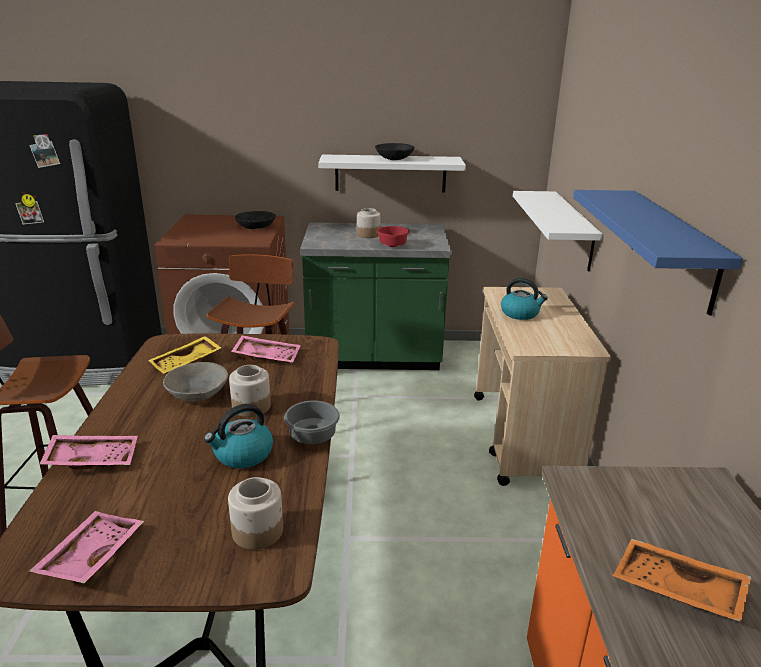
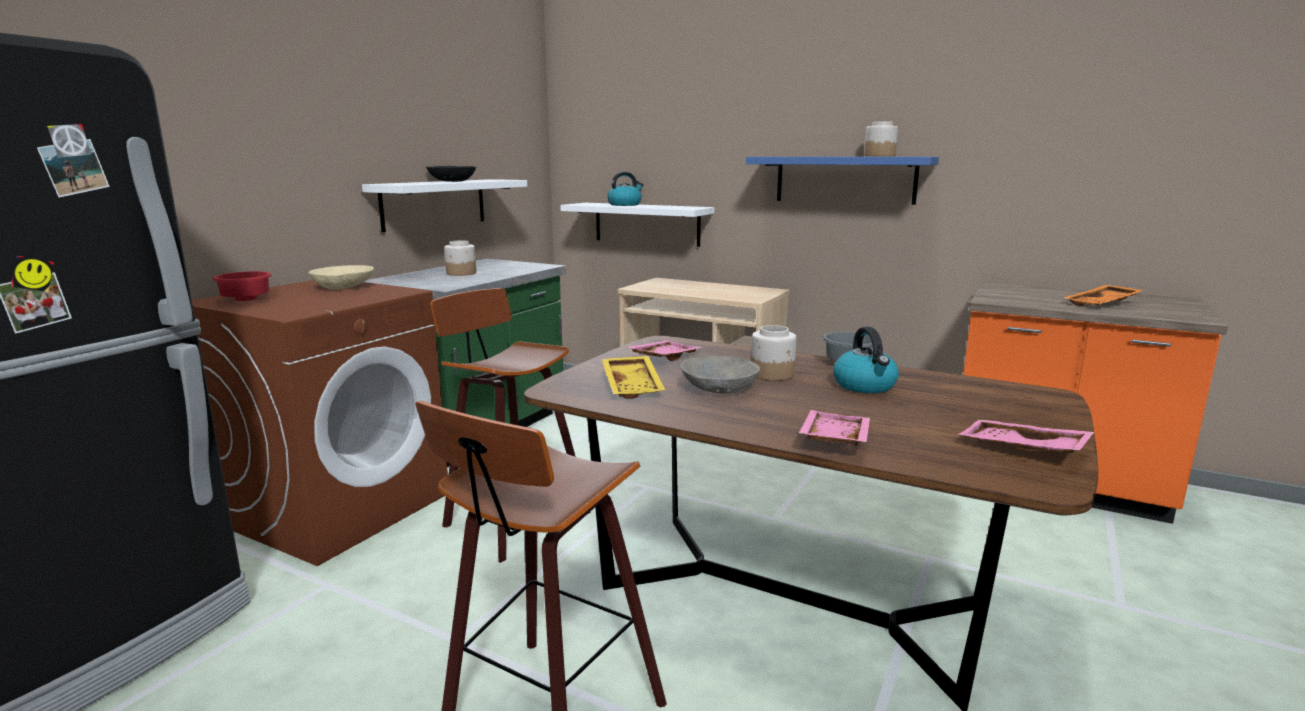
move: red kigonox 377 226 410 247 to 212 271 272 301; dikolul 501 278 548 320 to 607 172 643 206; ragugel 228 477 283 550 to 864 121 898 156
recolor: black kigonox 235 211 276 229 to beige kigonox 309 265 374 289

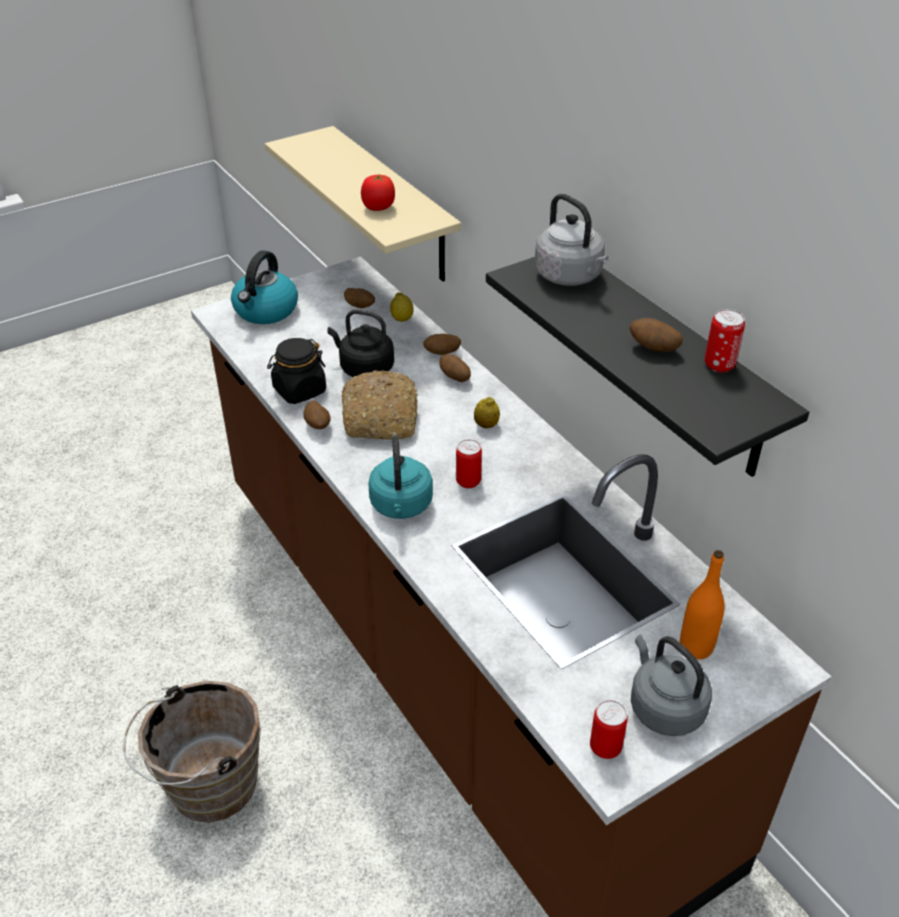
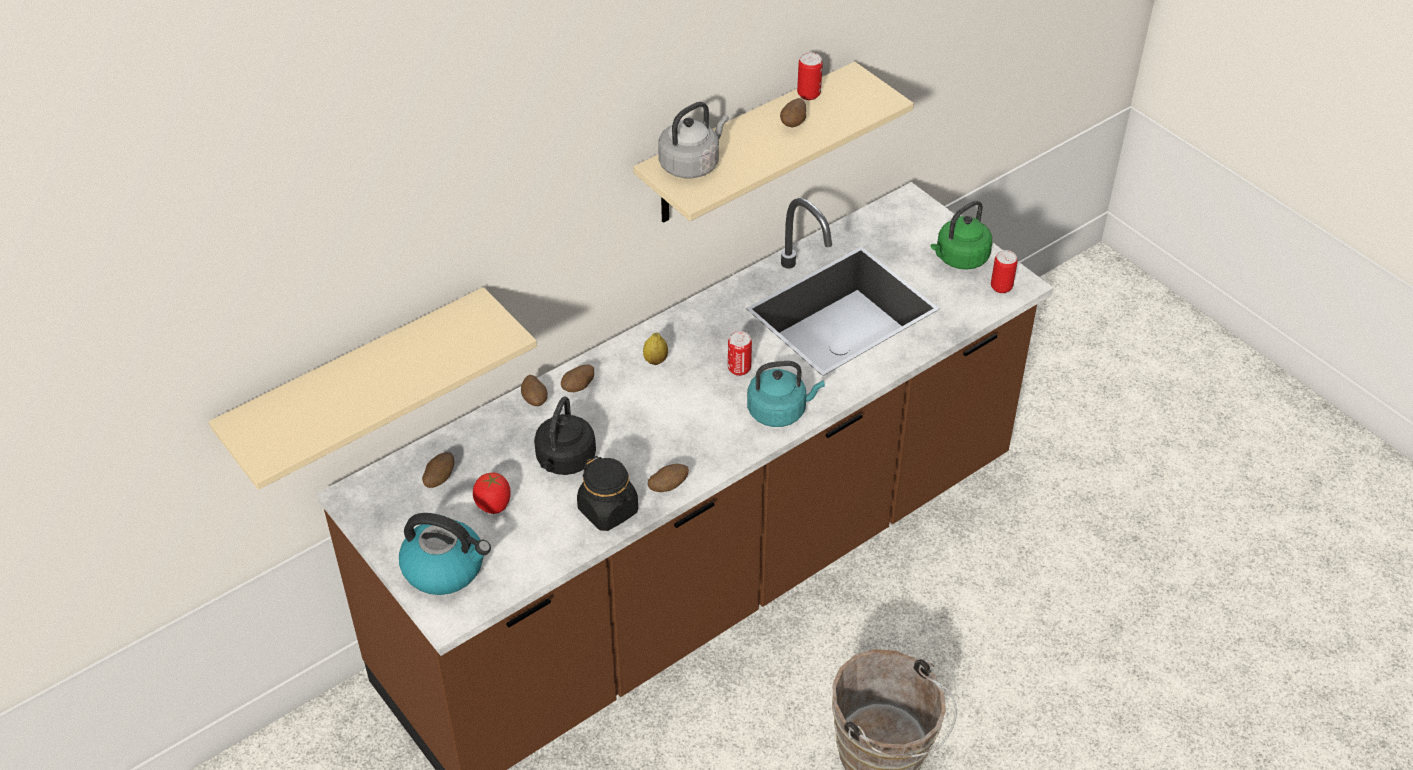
delete: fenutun 342 370 418 440; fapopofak 390 292 414 322; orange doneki 680 550 725 660
move: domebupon 361 175 395 211 to 473 473 511 514
recolor: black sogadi 486 257 809 477 to beige sogadi 633 62 914 223; grey dikolul 631 635 712 736 to green dikolul 931 200 992 270

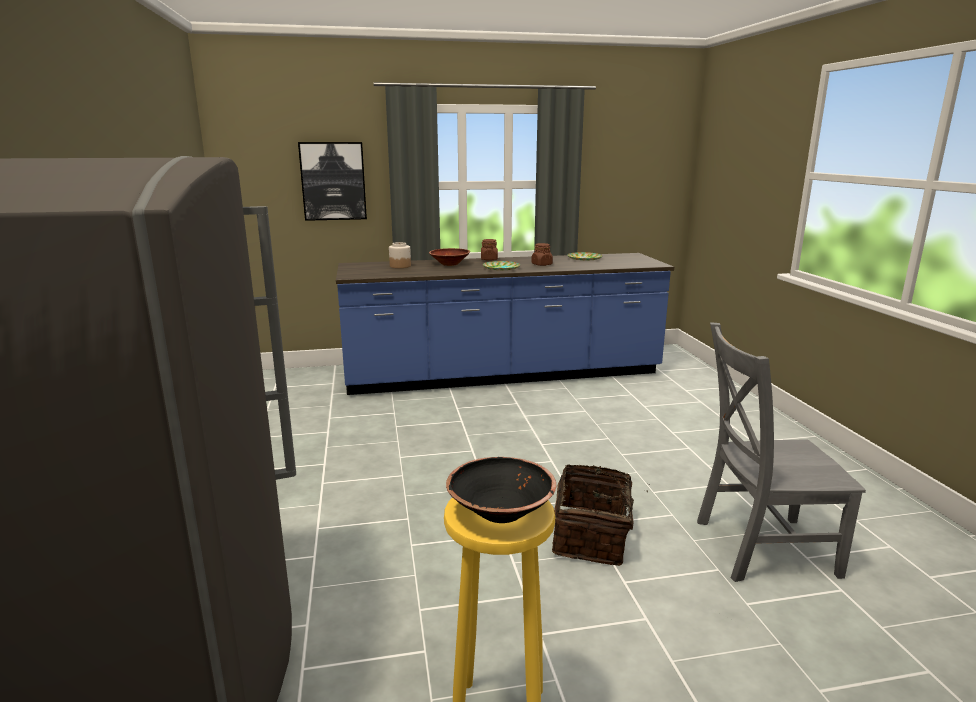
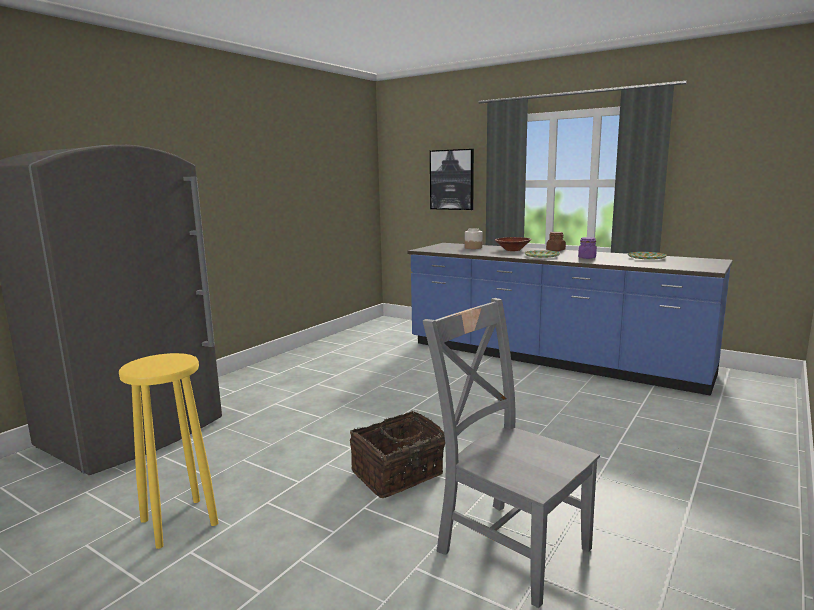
delete: black kigonox 446 457 556 523
recolor: brown ragugel 531 243 553 266 to purple ragugel 578 237 597 259

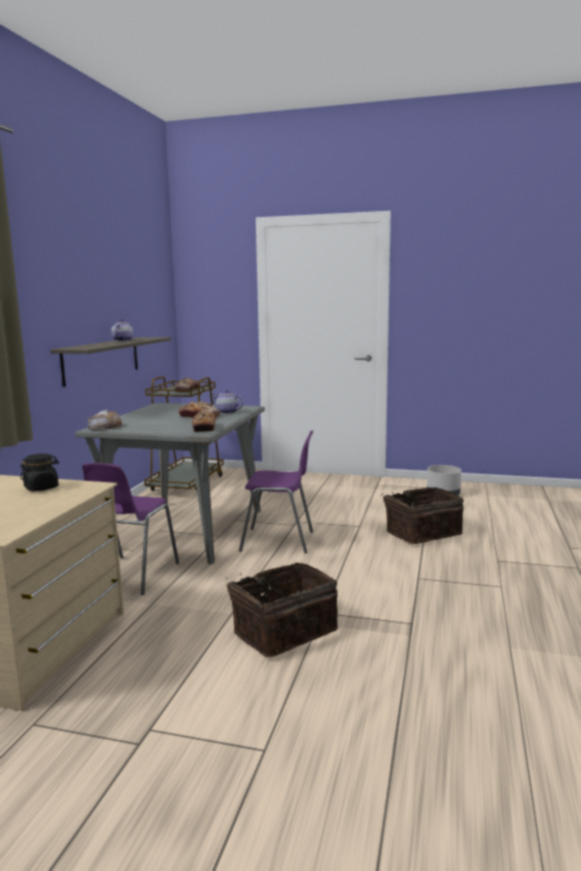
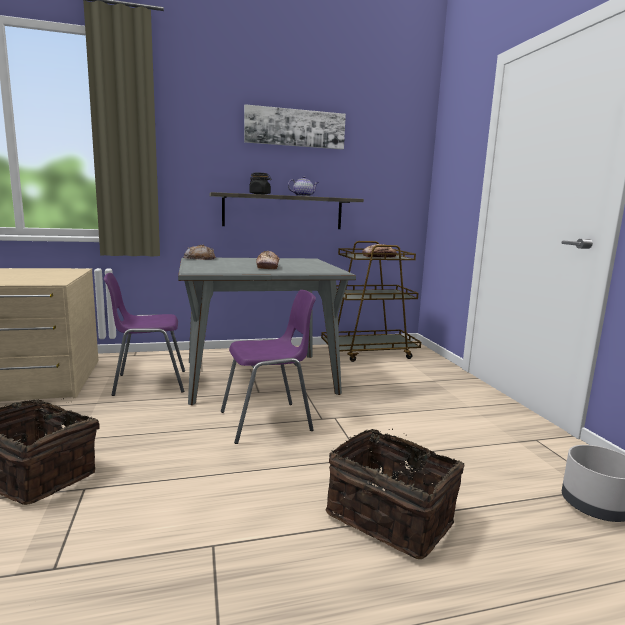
delete: fenutun 192 410 216 432; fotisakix 212 390 243 414
insert: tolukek 244 104 346 150
move: black ragugel 20 453 59 491 to 249 173 271 195
rotate: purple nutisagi 239 430 314 554 = 221 290 316 444 90 degrees counterclockwise

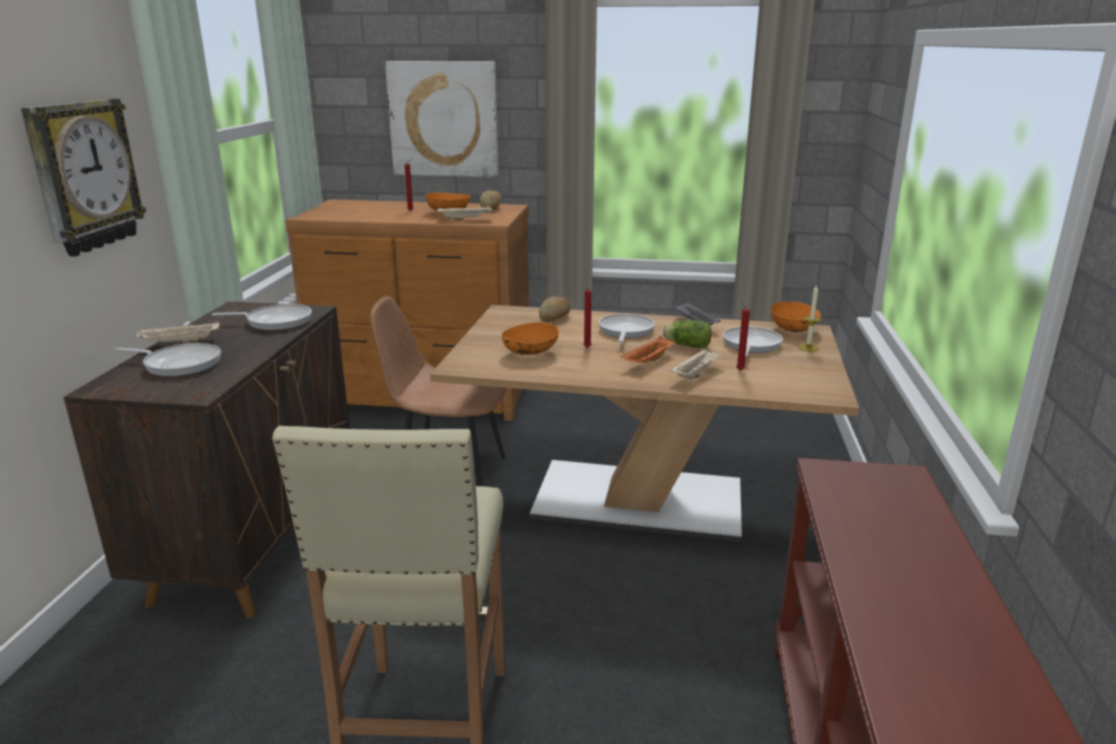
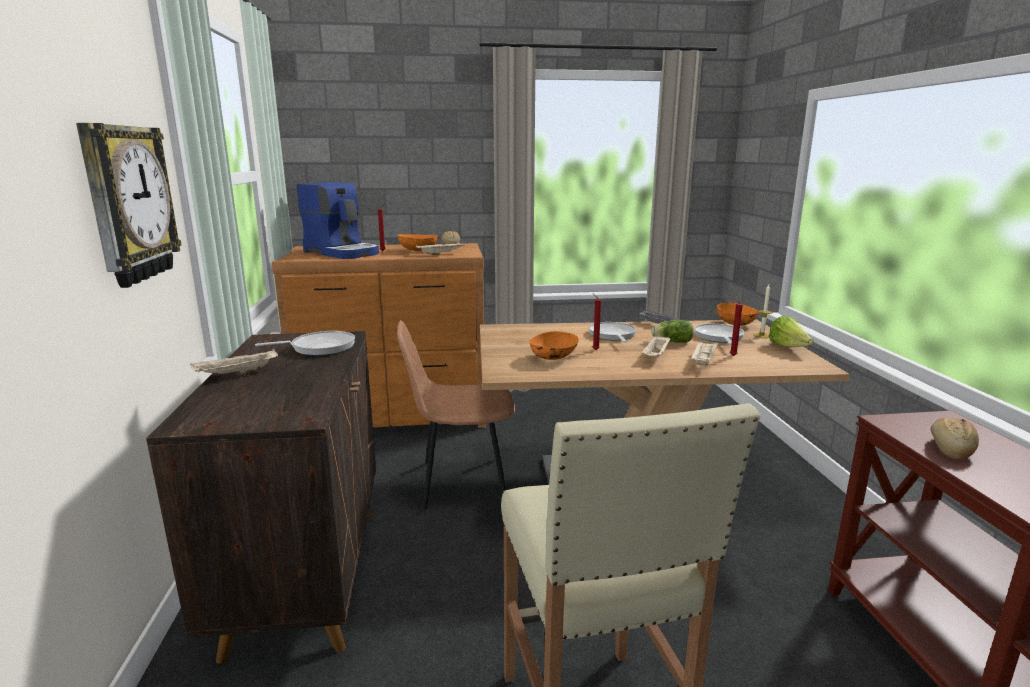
delete: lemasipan 115 343 221 377; tolukek 385 61 499 177
insert: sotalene 297 182 379 259; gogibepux 769 316 813 347
move: fenutun 539 297 571 322 to 931 418 979 459
recolor: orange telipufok 620 336 674 363 to beige telipufok 642 335 671 356

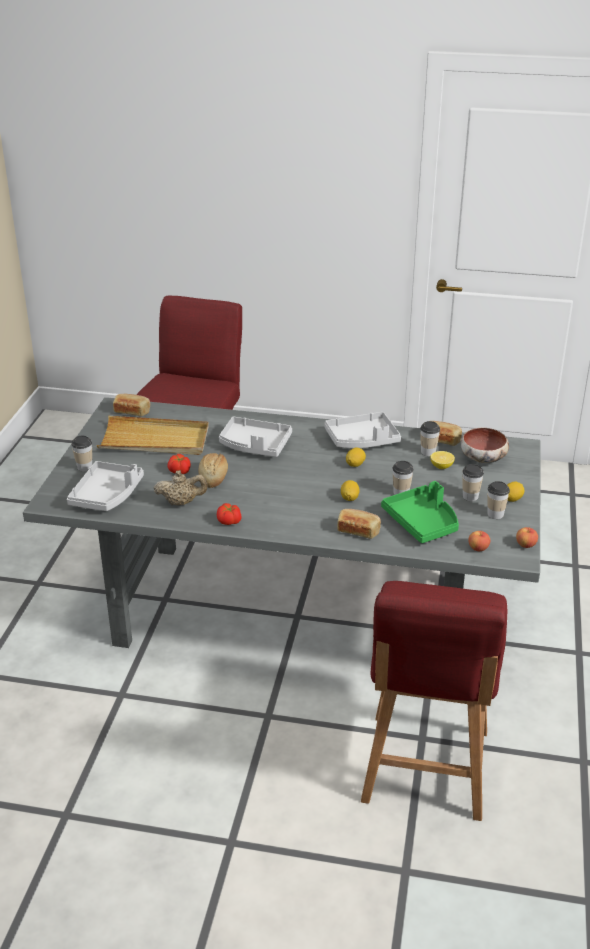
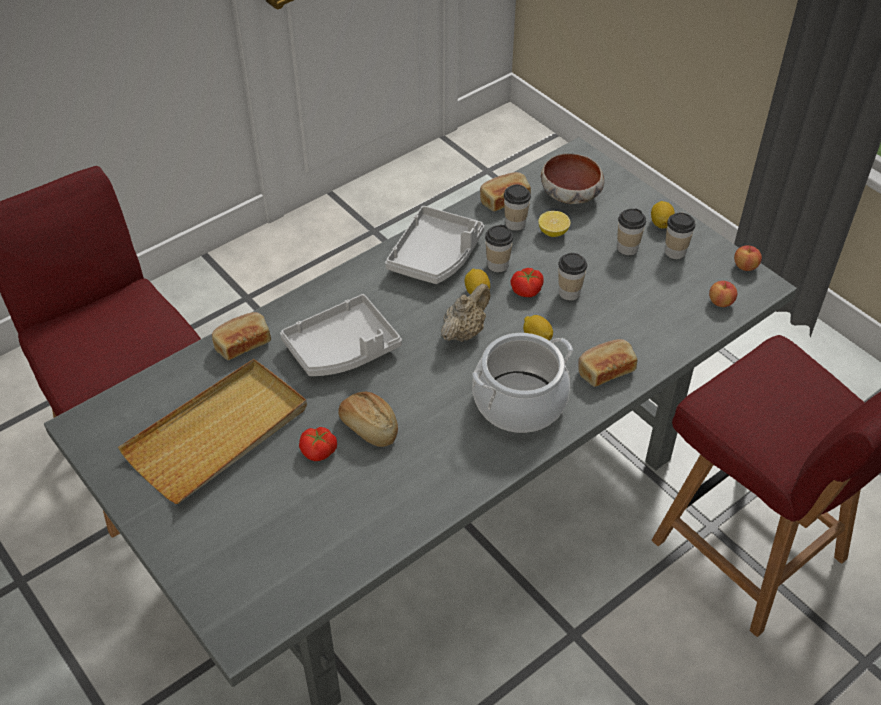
delete: grey telipufok 67 461 144 511; green telipufok 381 481 459 543
insert: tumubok 472 333 573 433
move: fenutun 113 394 150 416 to 212 312 271 360; beige fotisakix 153 470 208 506 to 441 283 490 342; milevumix 71 436 92 471 to 485 225 513 272; domebupon 217 503 241 525 to 510 268 544 297

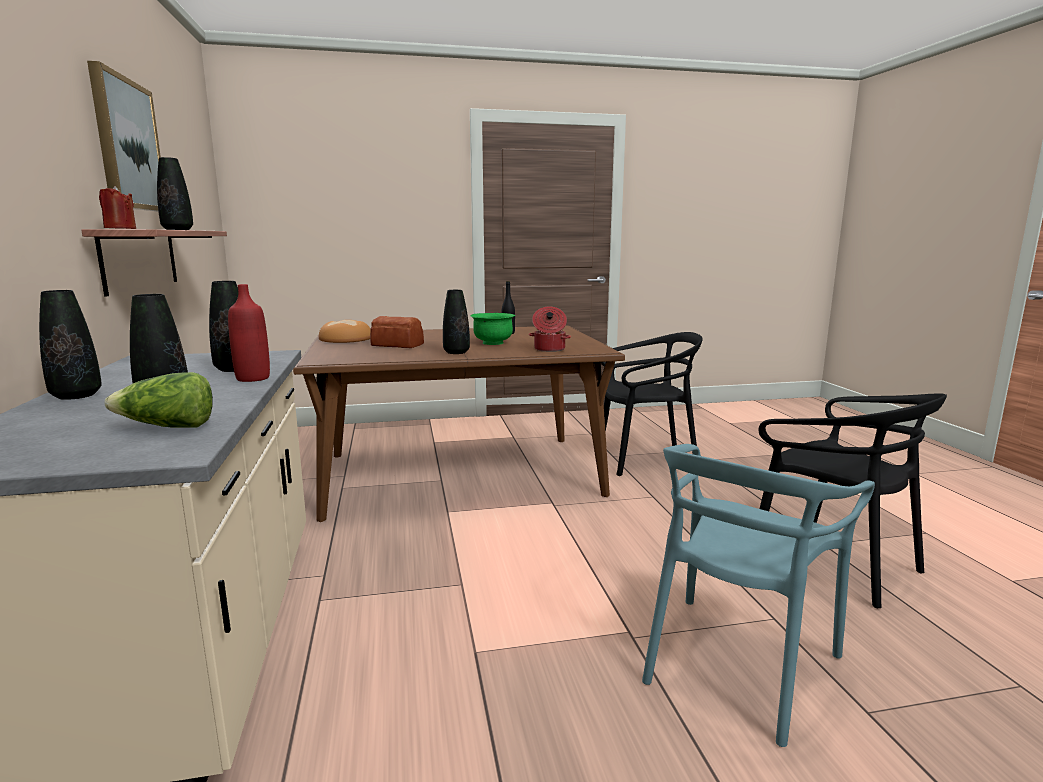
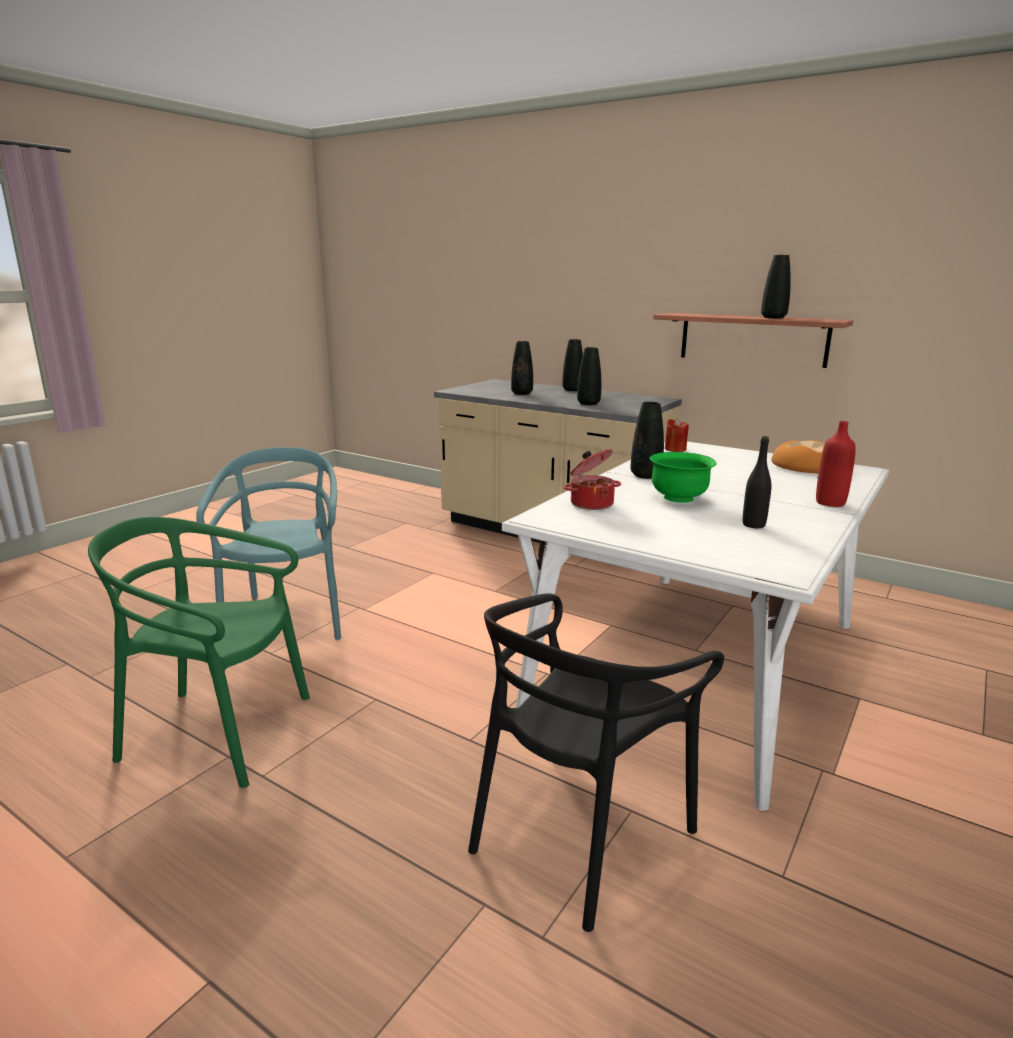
delete: tolukek 87 61 161 211; gogibepux 104 372 213 428; fenutun 370 316 424 348
move: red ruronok 99 186 136 229 to 665 418 689 452; red doneki 228 284 270 382 to 816 421 856 507
recolor: black nutisagi 759 393 947 608 to green nutisagi 88 517 310 788; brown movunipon 293 325 625 522 to white movunipon 502 441 889 811

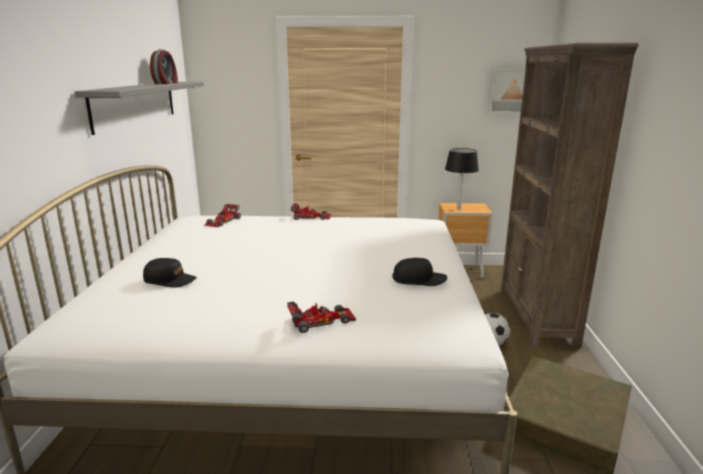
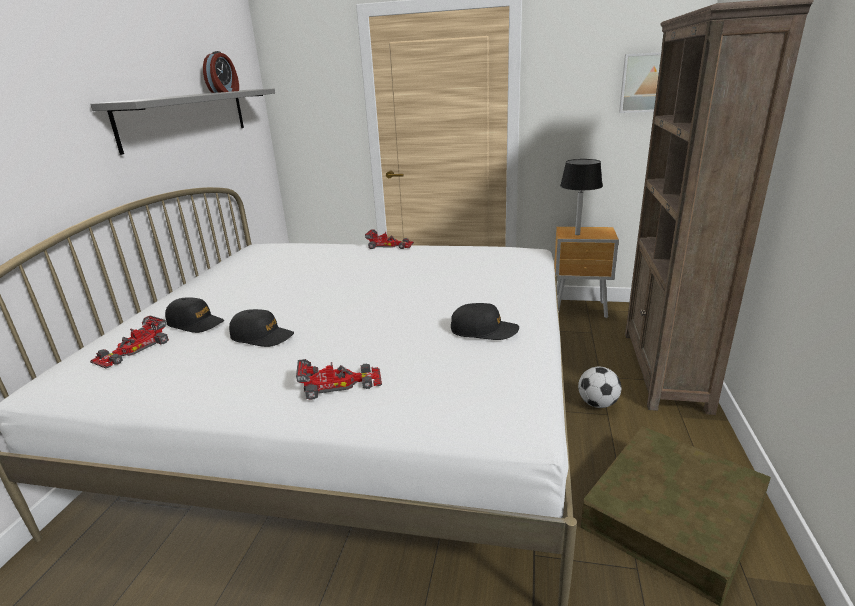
insert: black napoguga 229 309 294 347
move: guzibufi 204 204 241 227 to 90 316 169 368

